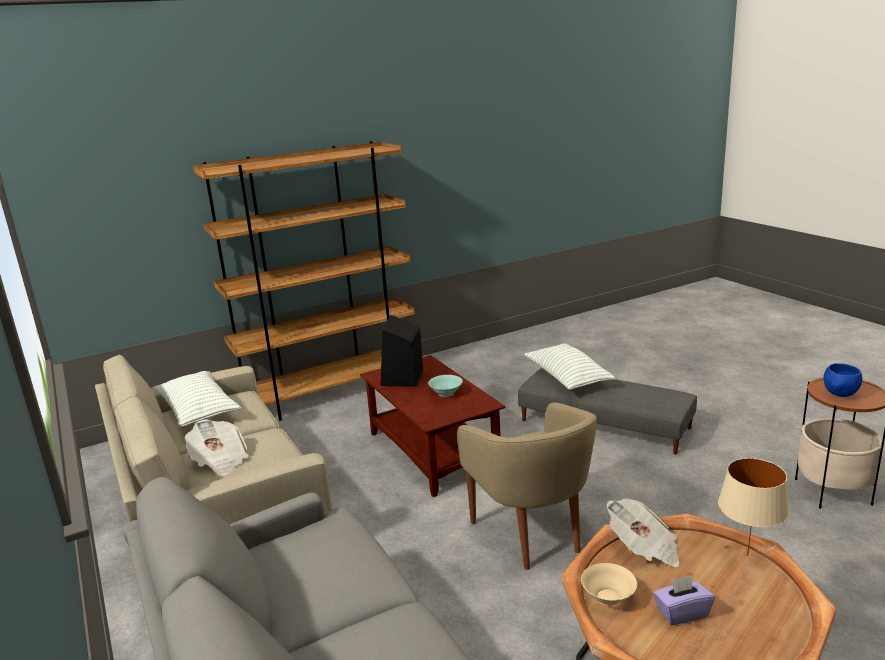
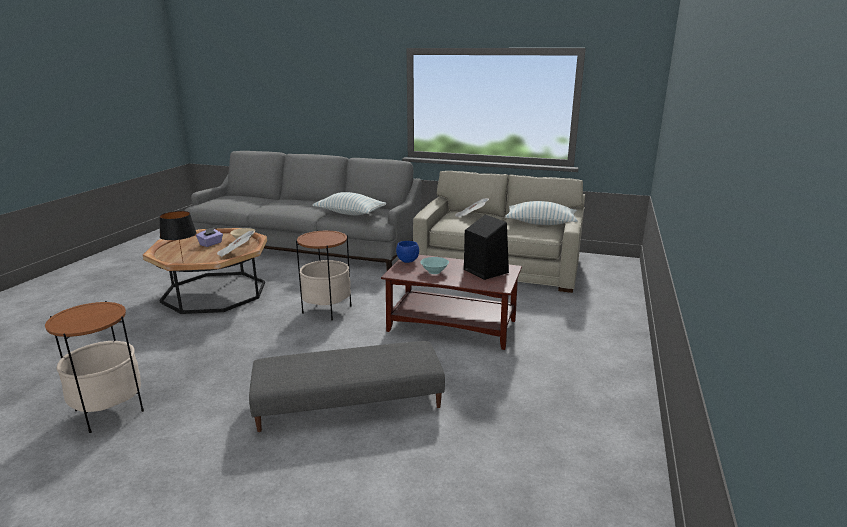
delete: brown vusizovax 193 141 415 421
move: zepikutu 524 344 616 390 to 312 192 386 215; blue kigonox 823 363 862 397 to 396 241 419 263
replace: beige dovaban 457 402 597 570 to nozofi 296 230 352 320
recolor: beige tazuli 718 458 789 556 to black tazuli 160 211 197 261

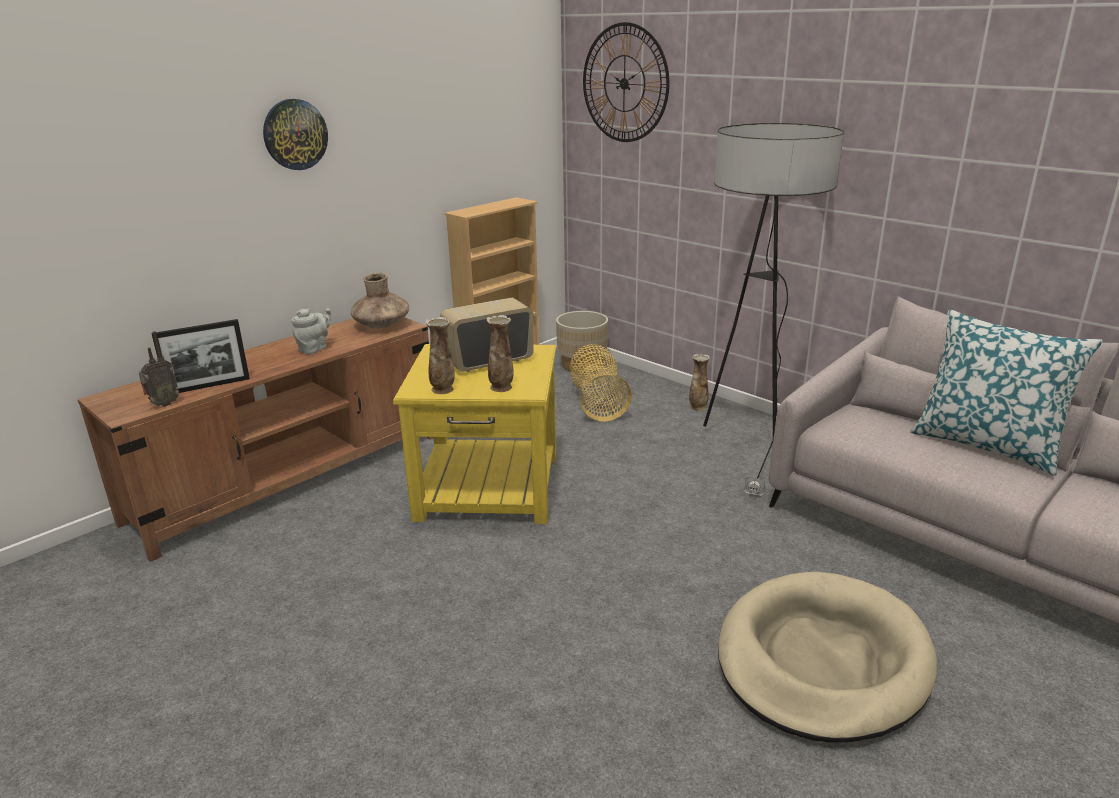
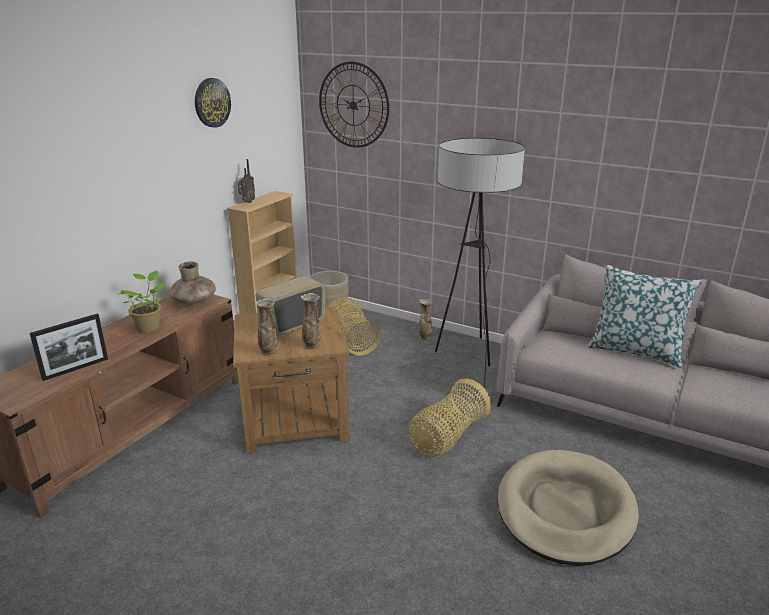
insert: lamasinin 408 378 491 457
move: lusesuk 263 99 328 170 to 195 78 231 128; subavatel 139 331 179 407 to 238 159 255 203
replace: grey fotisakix 291 308 331 354 to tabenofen 120 270 166 333
recolor: yellow nozofi 393 344 556 524 to brown nozofi 233 306 350 453

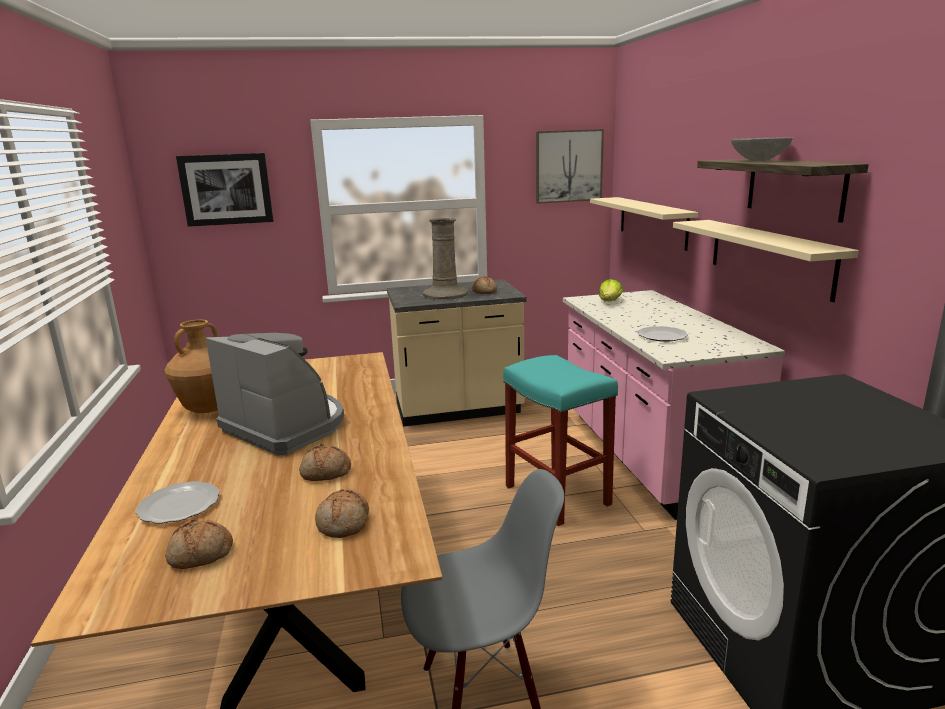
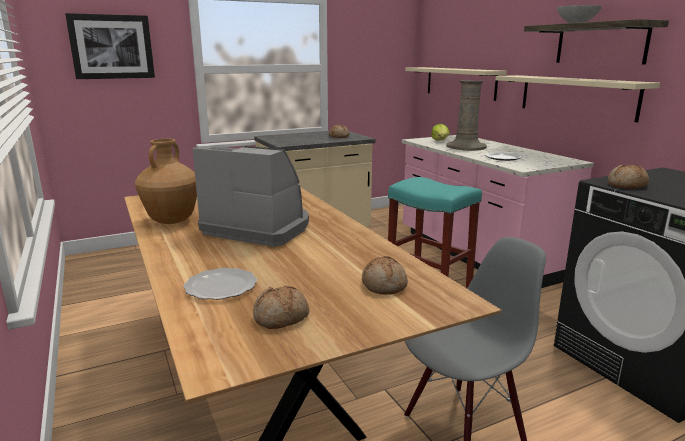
delete: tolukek 536 129 604 204
move: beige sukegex 423 218 468 300 to 446 80 487 151; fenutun 299 444 351 481 to 608 165 649 189

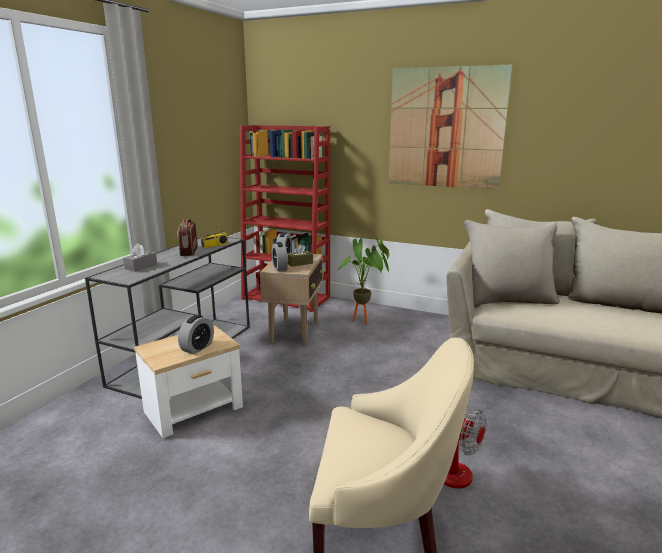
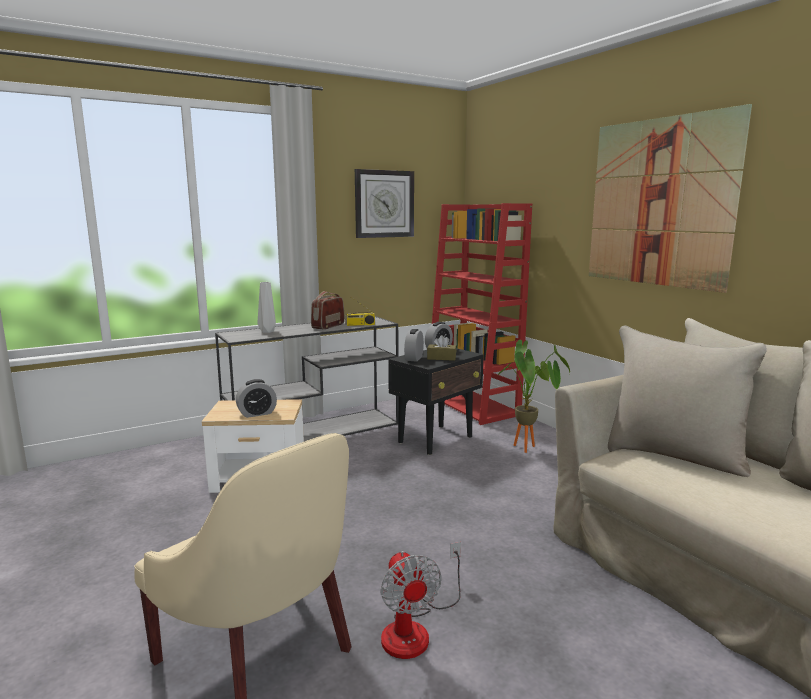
insert: lusesuk 355 169 414 238
replace: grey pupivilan 123 243 157 272 to grey sukegex 258 282 276 333
recolor: beige nozofi 260 254 324 345 to black nozofi 388 348 484 455

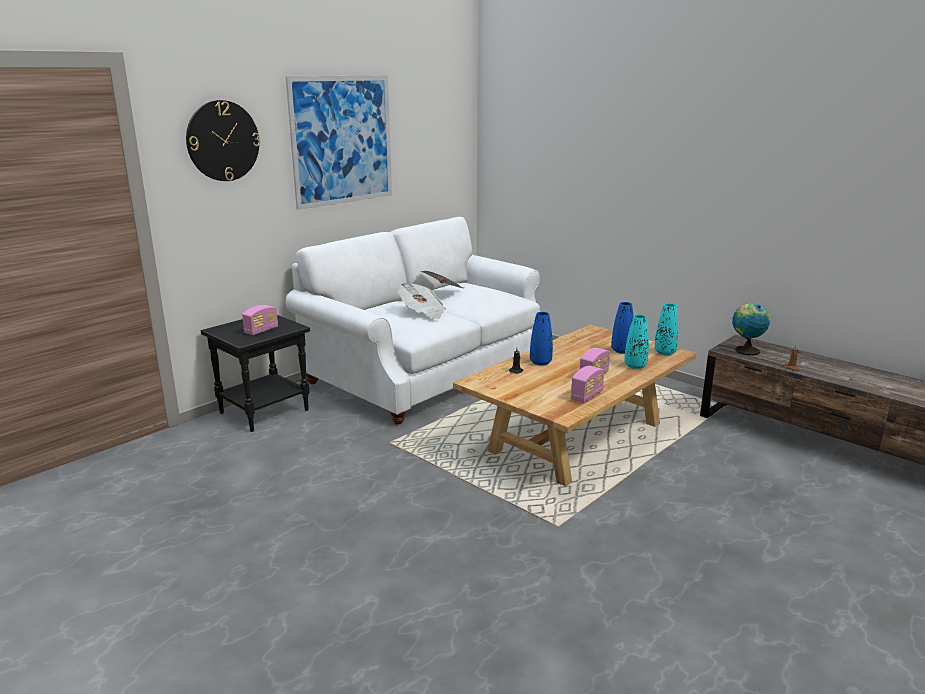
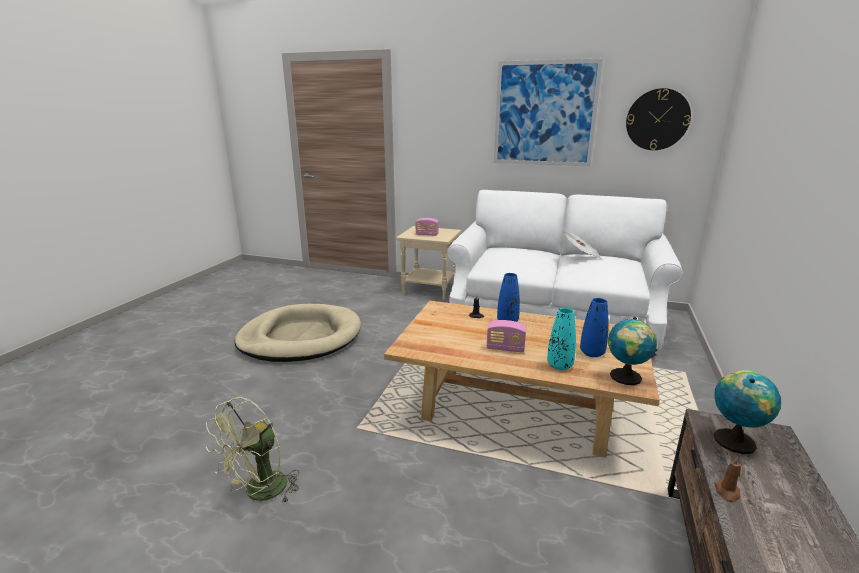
delete: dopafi 398 282 446 319; subavatel 571 366 604 403
insert: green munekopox 206 397 299 503; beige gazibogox 235 304 361 362
move: lusesuk 186 100 260 181 to 626 88 691 150
replace: turquoise sukegex 655 303 678 355 to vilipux 608 317 657 385
recolor: black nozofi 201 315 310 432 to beige nozofi 396 226 461 300

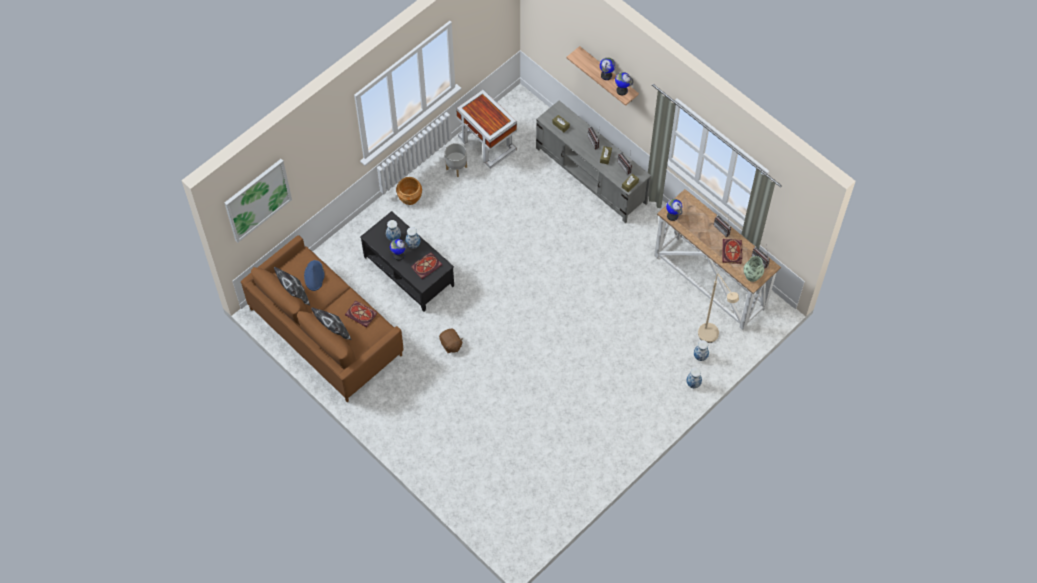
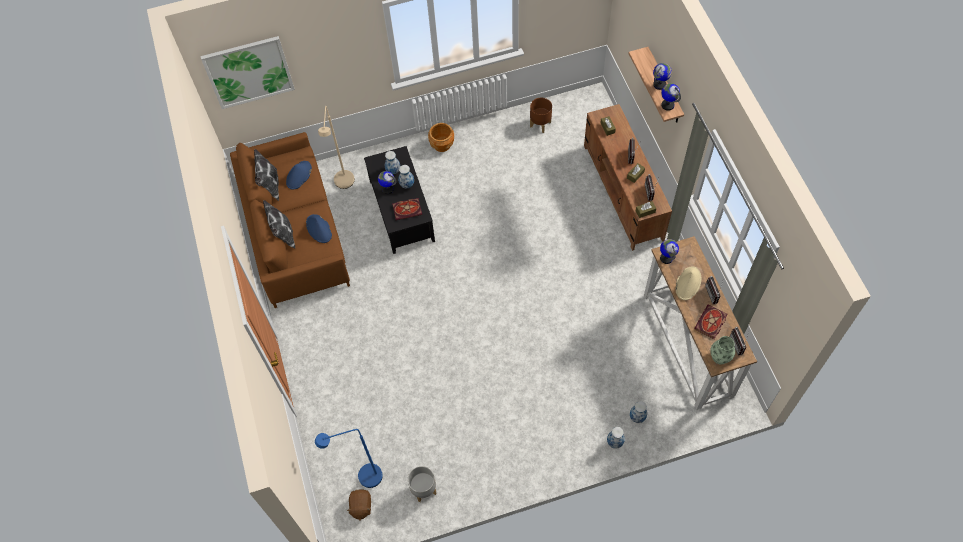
insert: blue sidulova 315 429 383 488; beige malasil 676 267 701 300
move: beige sidulova 698 274 739 343 to 318 106 355 189; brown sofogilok 439 328 462 353 to 347 489 371 521; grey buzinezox 445 143 467 177 to 408 466 436 502
replace: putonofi 345 301 377 328 to blue malasil 306 214 332 243; white nozofi 456 89 517 169 to brown buzinezox 530 98 552 133
recolor: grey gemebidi 536 101 651 223 to brown gemebidi 584 104 672 251

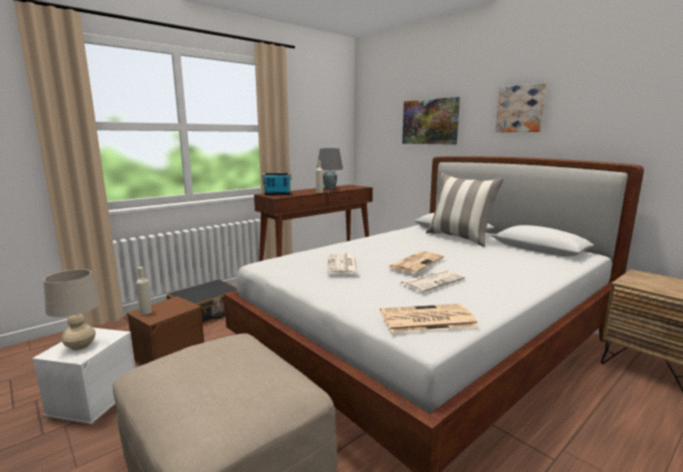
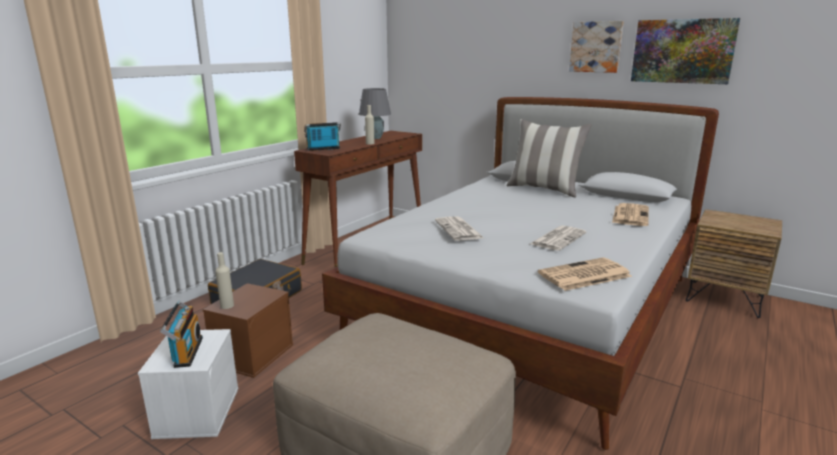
move: dopafi 388 251 444 273 to 612 203 649 226; tolukek 402 97 460 145 to 631 18 740 84
replace: beige tazuli 43 269 100 350 to subavatel 160 301 203 368

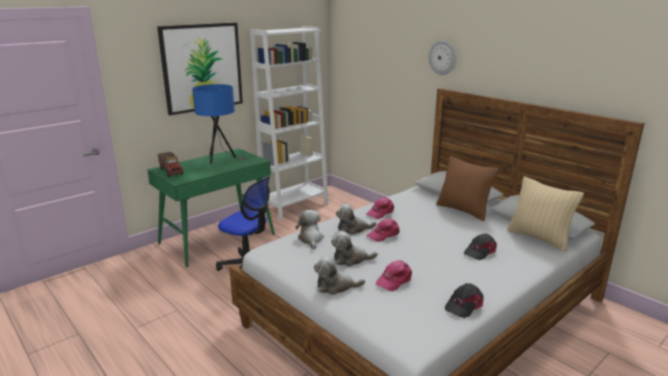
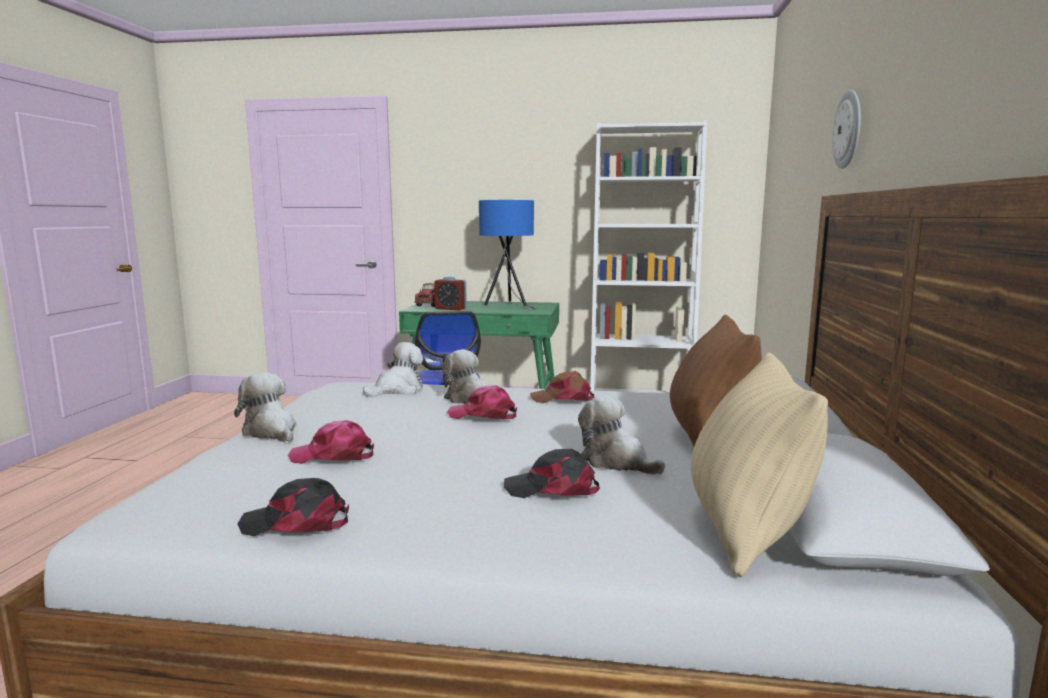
delete: tolukek 157 23 243 115
insert: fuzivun 434 277 467 310
move: sofogilok 331 231 378 266 to 578 394 665 475
recolor: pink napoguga 366 197 394 219 to brown napoguga 530 371 594 403

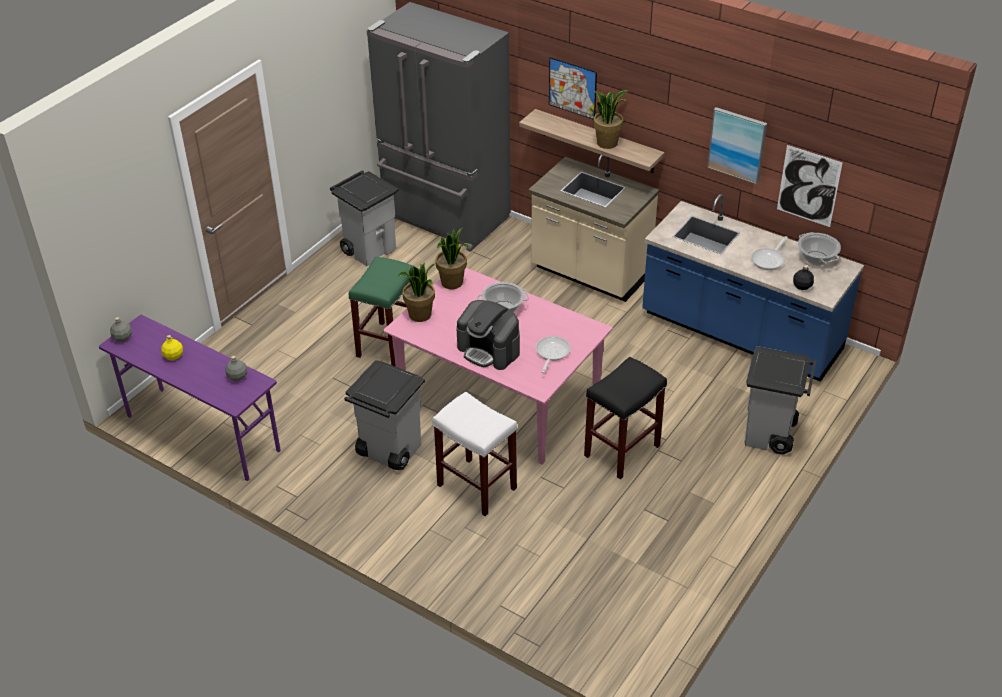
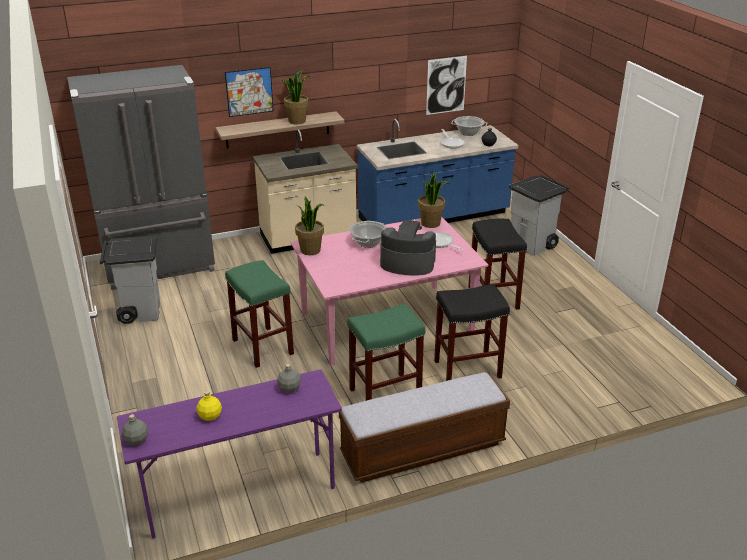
delete: tolukek 707 107 767 185
insert: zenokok 339 372 510 483
move: tabenofen 398 262 436 322 to 418 172 450 228
replace: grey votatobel 344 360 425 470 to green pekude 347 304 425 401
recolor: white pekude 432 392 517 516 to black pekude 434 284 510 381
rotate: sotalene 456 300 520 370 = 380 220 436 276 150 degrees counterclockwise

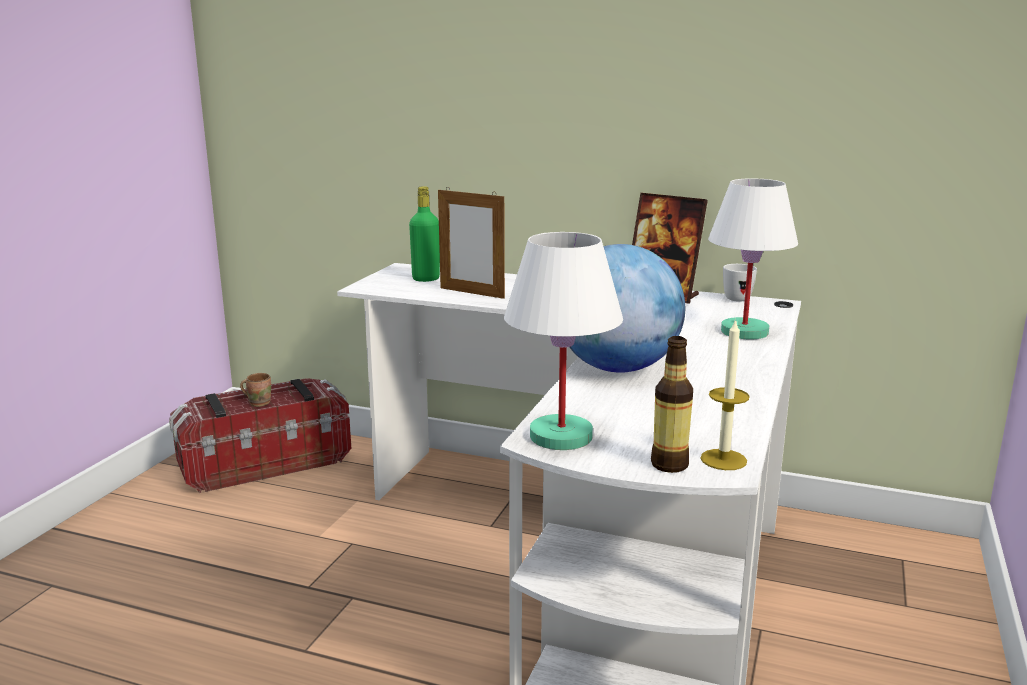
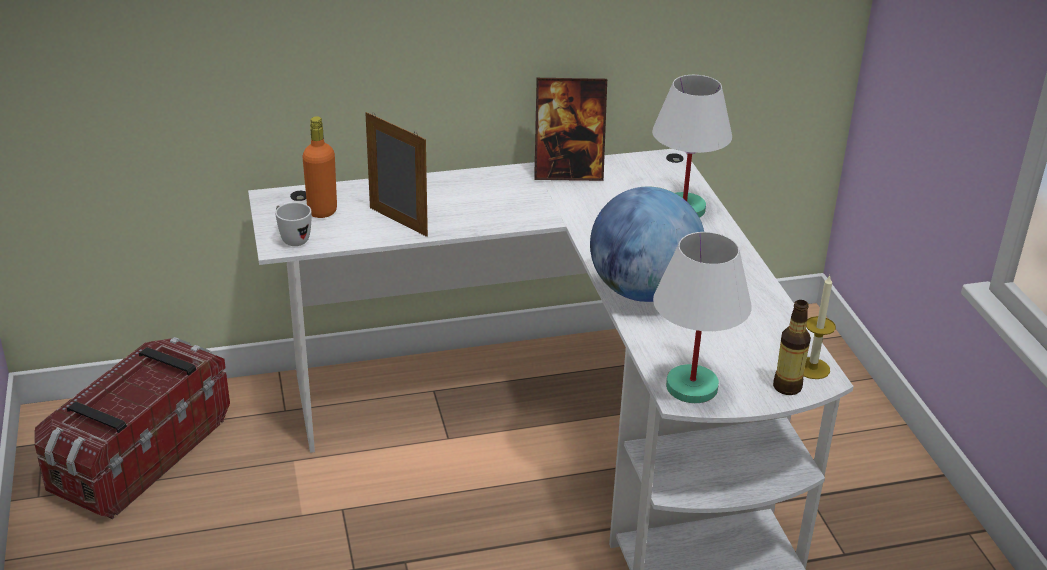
delete: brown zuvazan 240 373 271 407
move: white zuvazan 723 264 757 302 to 275 202 312 246
recolor: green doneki 409 186 440 282 to orange doneki 302 116 337 218
rotate: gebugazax 438 188 505 299 = 365 112 428 237 135 degrees counterclockwise

